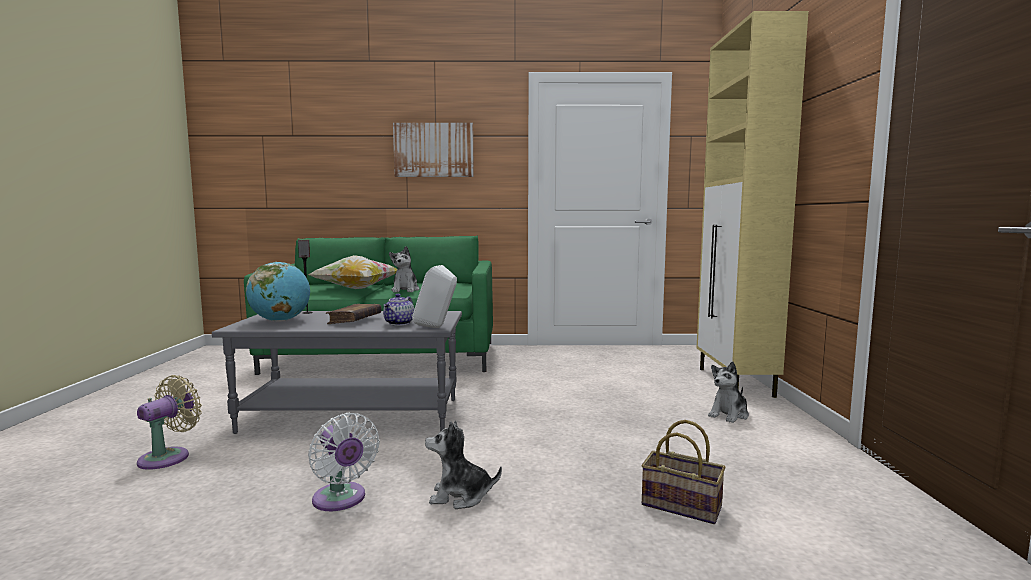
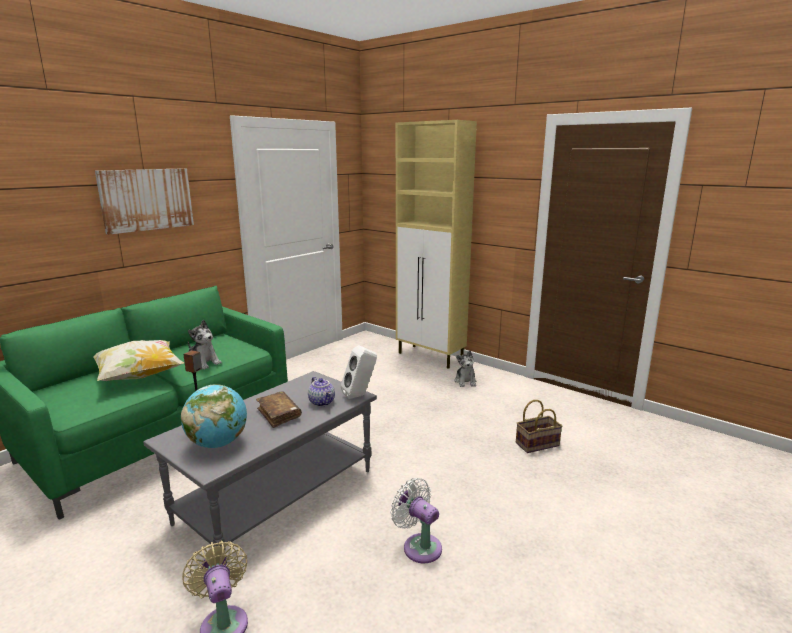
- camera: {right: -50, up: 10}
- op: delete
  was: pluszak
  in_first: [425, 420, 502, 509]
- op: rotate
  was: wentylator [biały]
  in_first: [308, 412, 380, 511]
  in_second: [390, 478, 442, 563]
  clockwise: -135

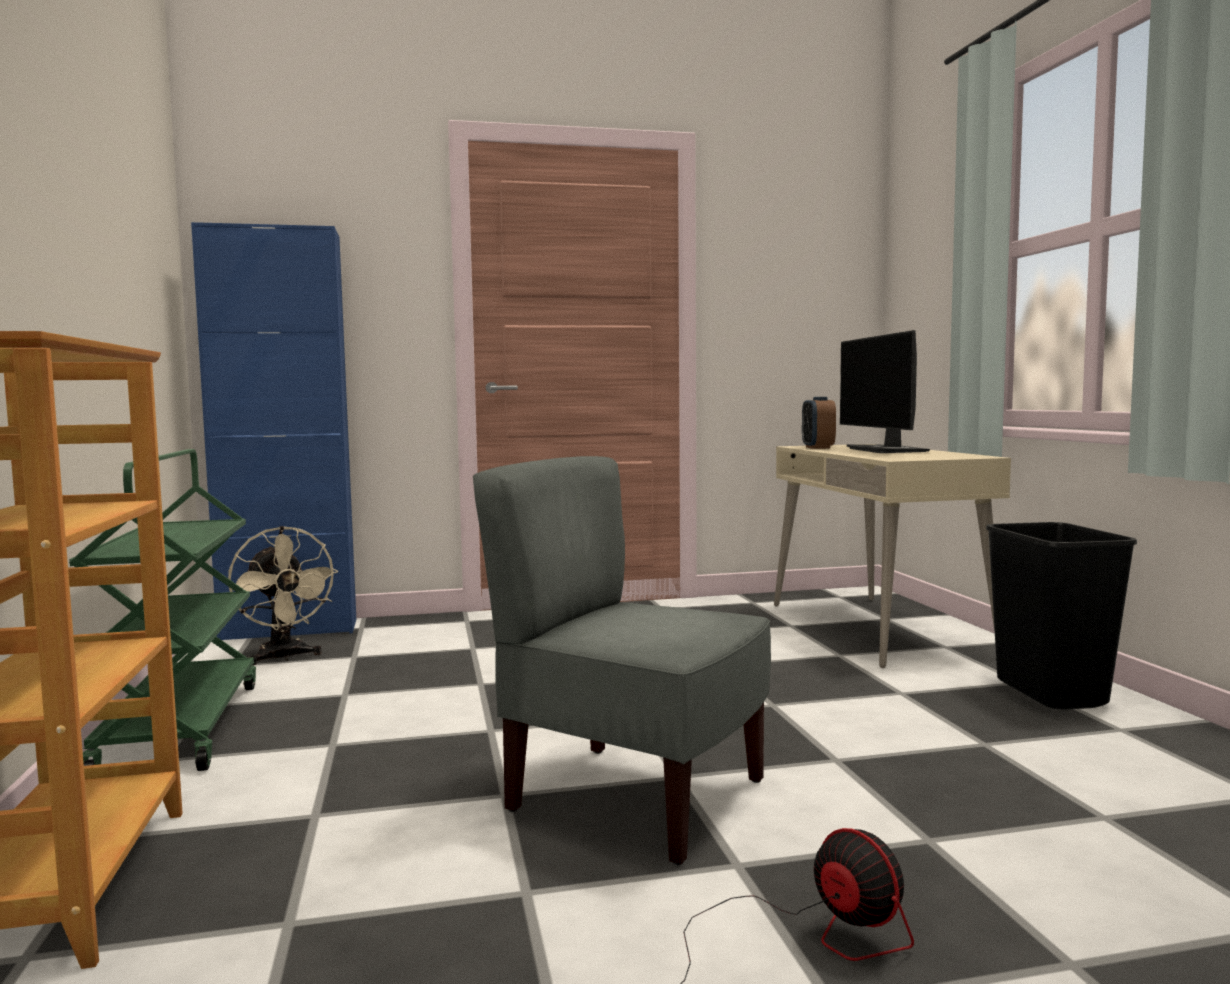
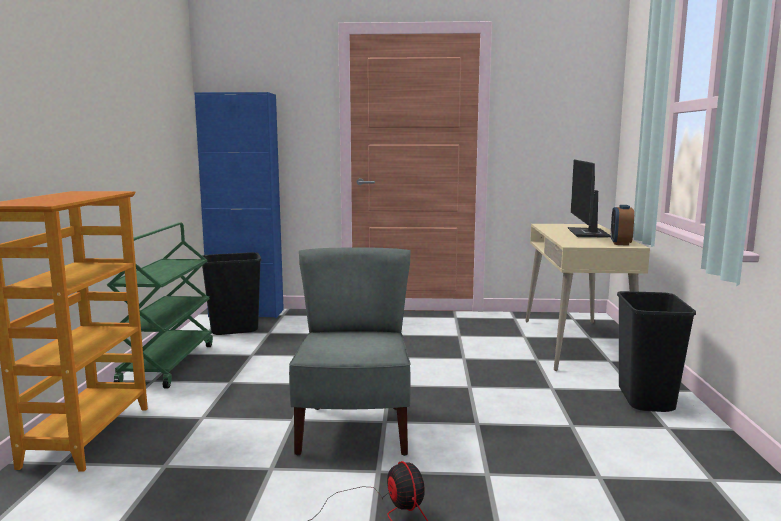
- camera: {right: 15, up: 5}
- op: move
  was: budzik
  in_first: [802, 397, 836, 449]
  in_second: [611, 205, 634, 245]
- op: replace
  was: wentylator [beżowy]
  now: kosz na śmieci [czarny]
  in_first: [228, 526, 338, 665]
  in_second: [202, 252, 261, 335]
- op: rotate
  was: krzesło [szary]
  in_first: [473, 456, 771, 865]
  in_second: [289, 248, 411, 456]
  clockwise: 45

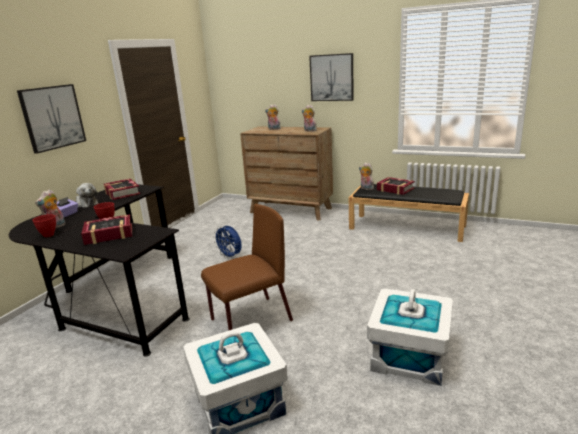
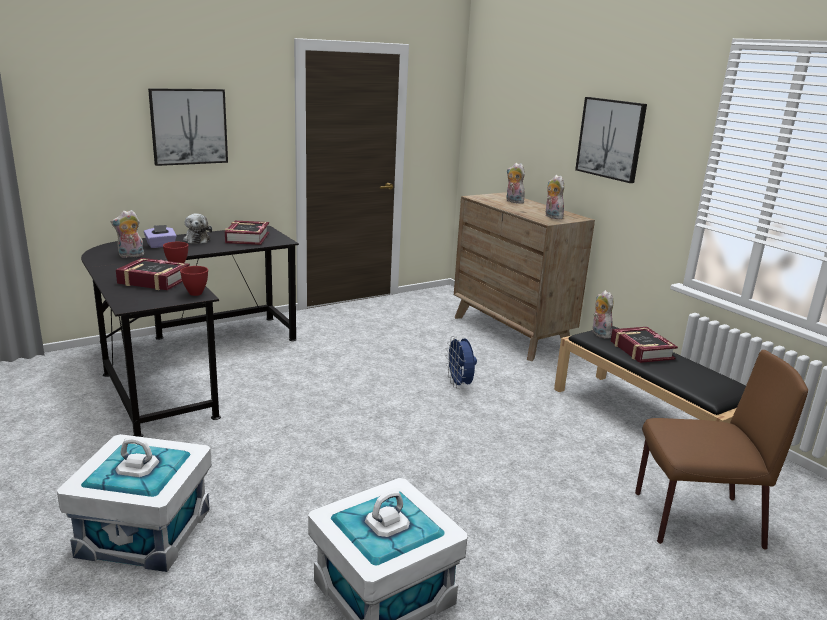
- camera: {right: 30, up: 0}
- op: move
  was: miska [czerwony]
  in_first: [32, 214, 56, 237]
  in_second: [180, 266, 208, 296]
- op: move
  was: krzesło [brązowy]
  in_first: [201, 204, 293, 330]
  in_second: [635, 350, 808, 550]
- op: move
  was: wentylator [niebieski]
  in_first: [213, 226, 242, 259]
  in_second: [445, 336, 477, 389]

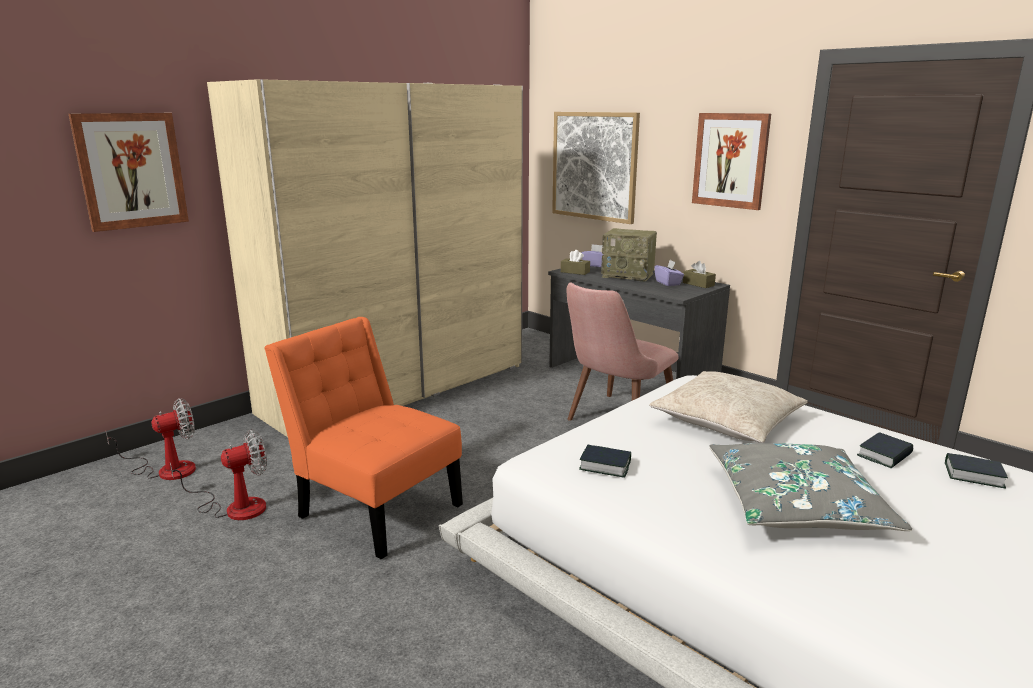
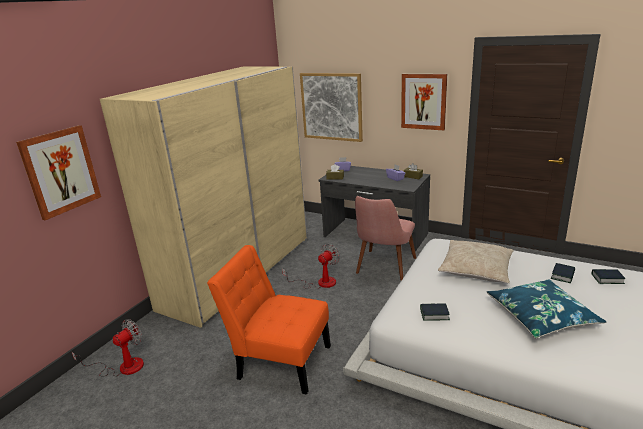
- camera: {right: -15, up: 5}
- op: delete
  was: radio
  in_first: [601, 228, 657, 282]
- op: move
  was: wentylator
  in_first: [170, 430, 267, 520]
  in_second: [282, 244, 340, 289]
- op: recolor
  was: poduszka [szary]
  now: poduszka [niebieski]
  in_first: [709, 443, 912, 531]
  in_second: [487, 279, 606, 338]

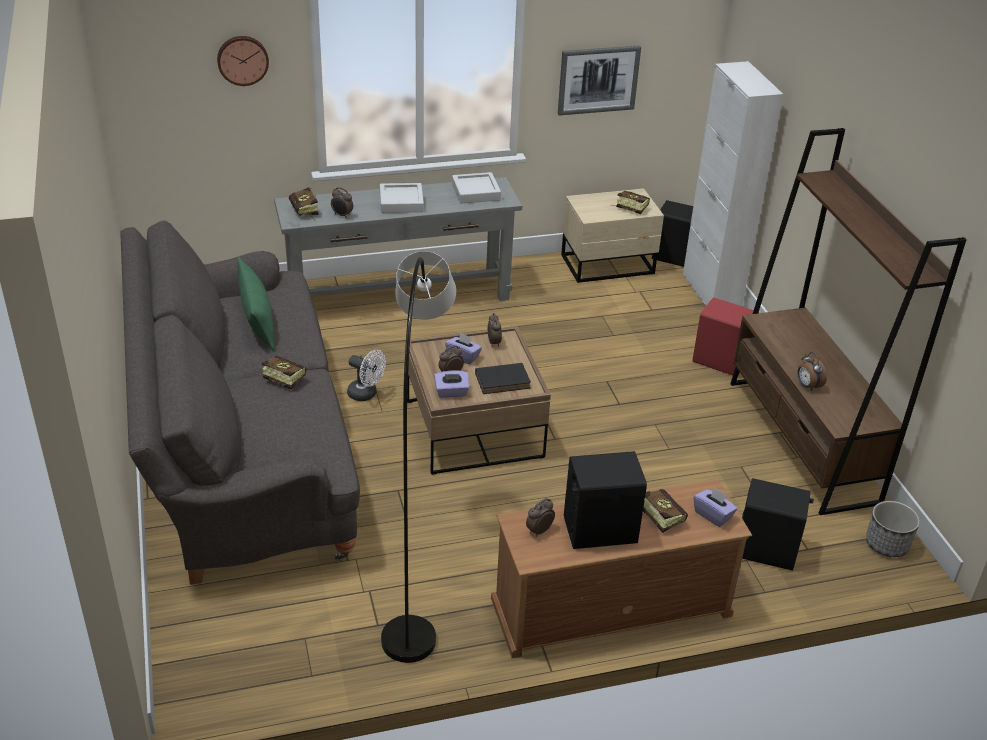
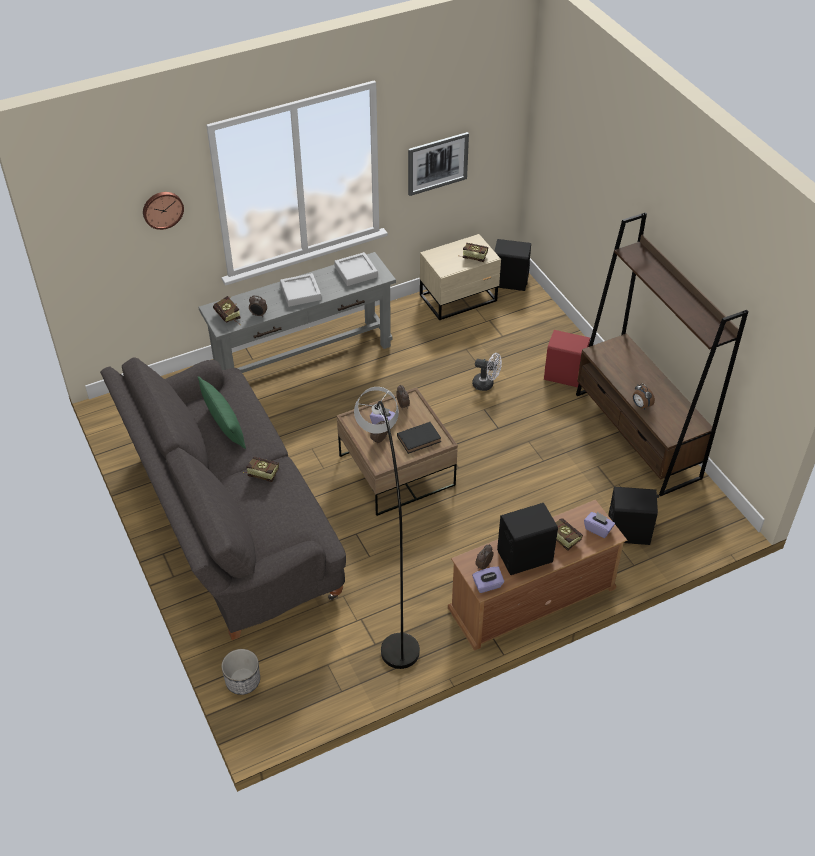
- camera: {right: -10, up: 10}
- op: delete
  was: szafka [biały]
  in_first: [683, 61, 783, 306]
- op: move
  was: wentylator [biały]
  in_first: [347, 350, 386, 401]
  in_second: [472, 353, 502, 391]
- op: move
  was: pudełko chusteczek [fioletowy]
  in_first: [434, 371, 470, 398]
  in_second: [472, 567, 504, 593]
- op: move
  was: donica
  in_first: [866, 501, 920, 557]
  in_second: [221, 649, 260, 695]

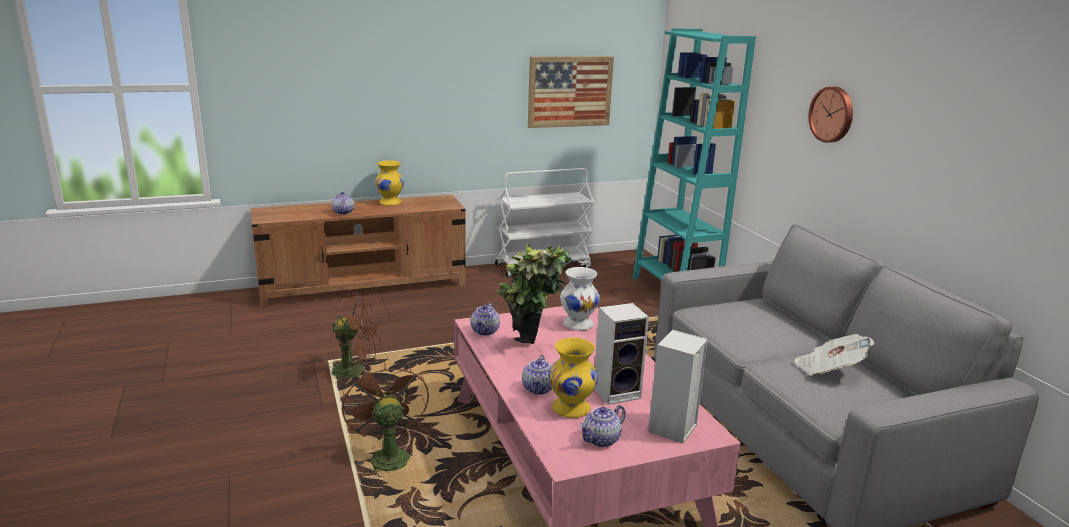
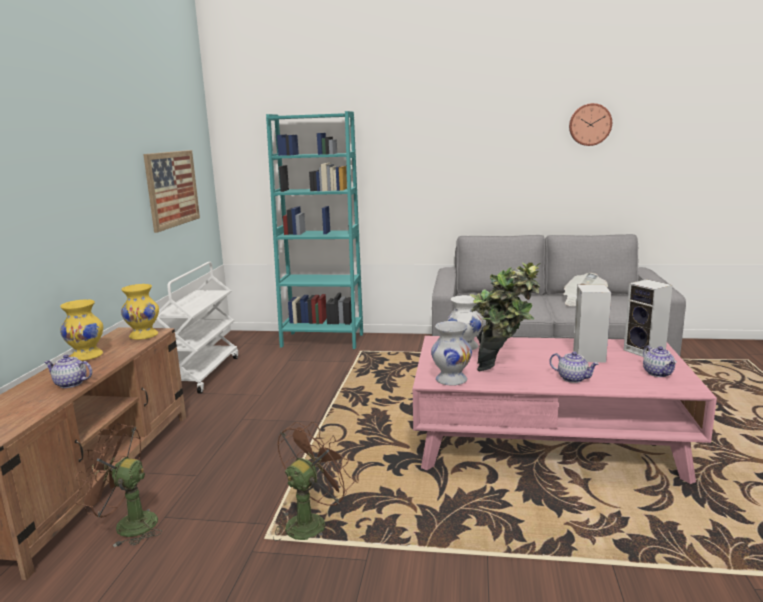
- camera: {right: -60, up: -5}
- op: move
  was: wentylator [brązowy]
  in_first: [342, 360, 429, 477]
  in_second: [75, 423, 162, 547]
- op: move
  was: wazon [żółty]
  in_first: [548, 338, 598, 418]
  in_second: [121, 284, 159, 340]
- op: move
  was: zegar ścienny
  in_first: [809, 87, 853, 143]
  in_second: [569, 103, 612, 146]
- op: replace
  was: imbryk
  now: wazon [biały]
  in_first: [470, 303, 500, 336]
  in_second: [431, 321, 472, 386]

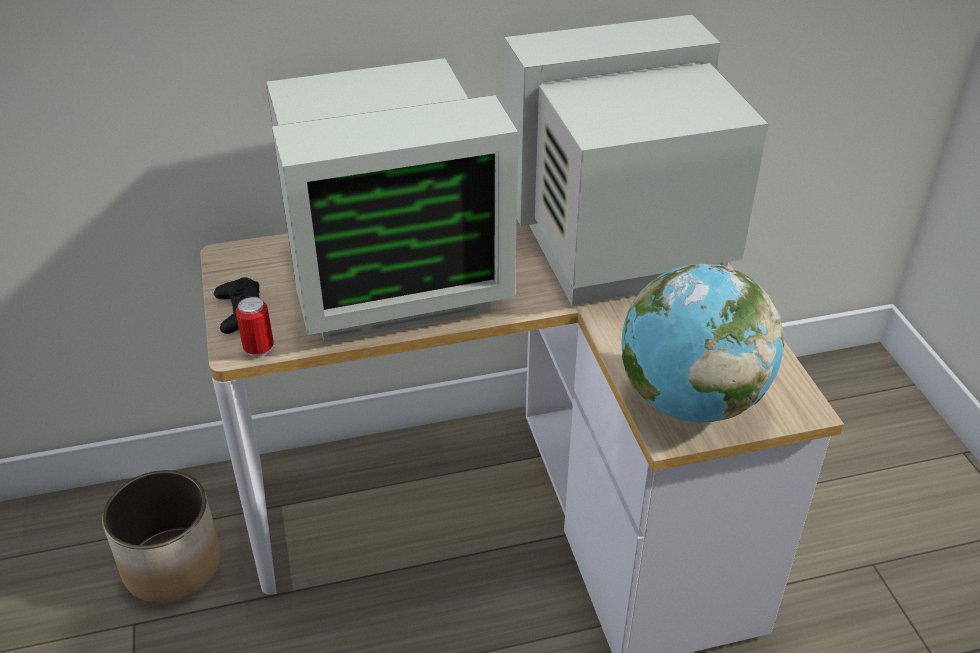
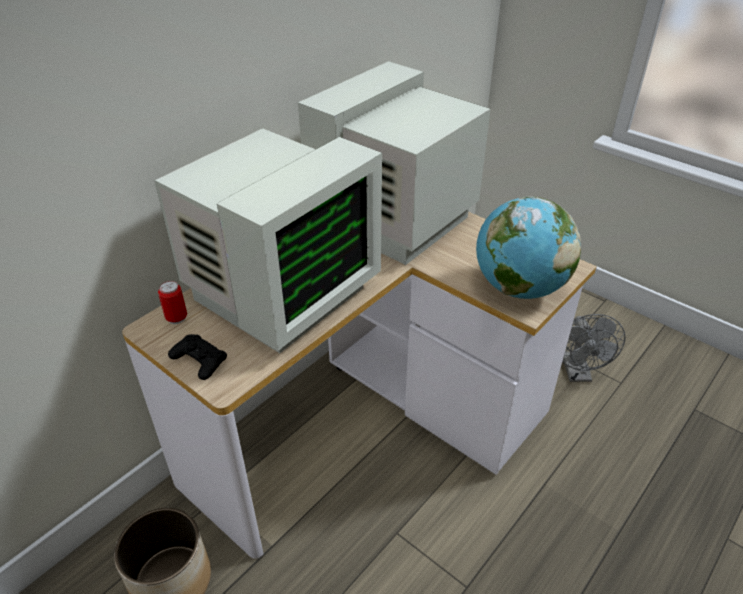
- camera: {right: -35, up: 0}
- op: insert
  now: wentylator [szary]
  in_second: [562, 314, 625, 382]
- op: move
  was: puszka
  in_first: [236, 296, 274, 357]
  in_second: [158, 281, 187, 324]

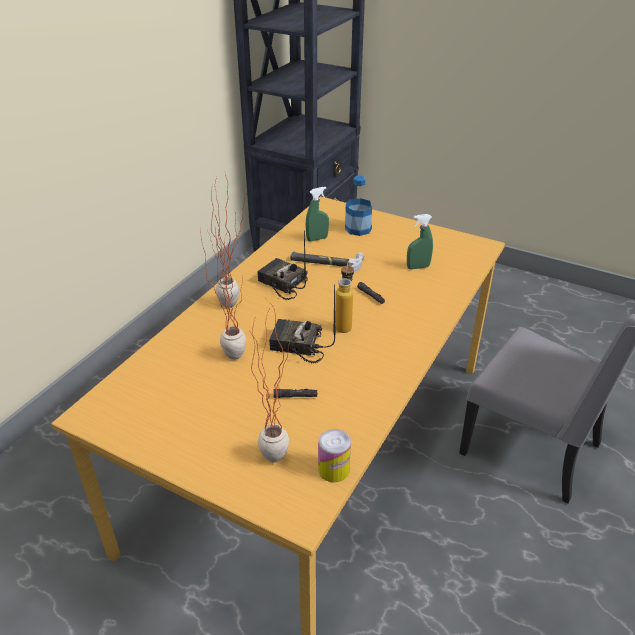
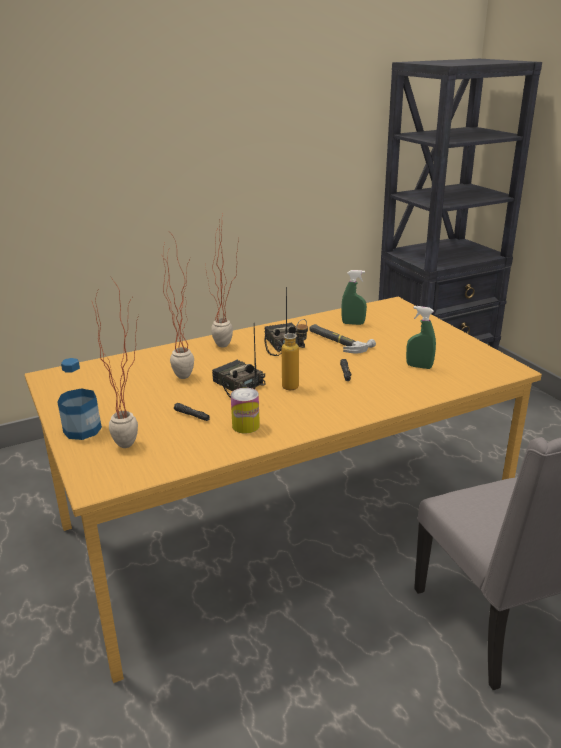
- camera: {right: 35, up: -10}
- op: move
  was: puszka
  in_first: [318, 429, 351, 482]
  in_second: [231, 388, 260, 433]
- op: move
  was: butelka
  in_first: [345, 175, 372, 236]
  in_second: [57, 358, 102, 440]

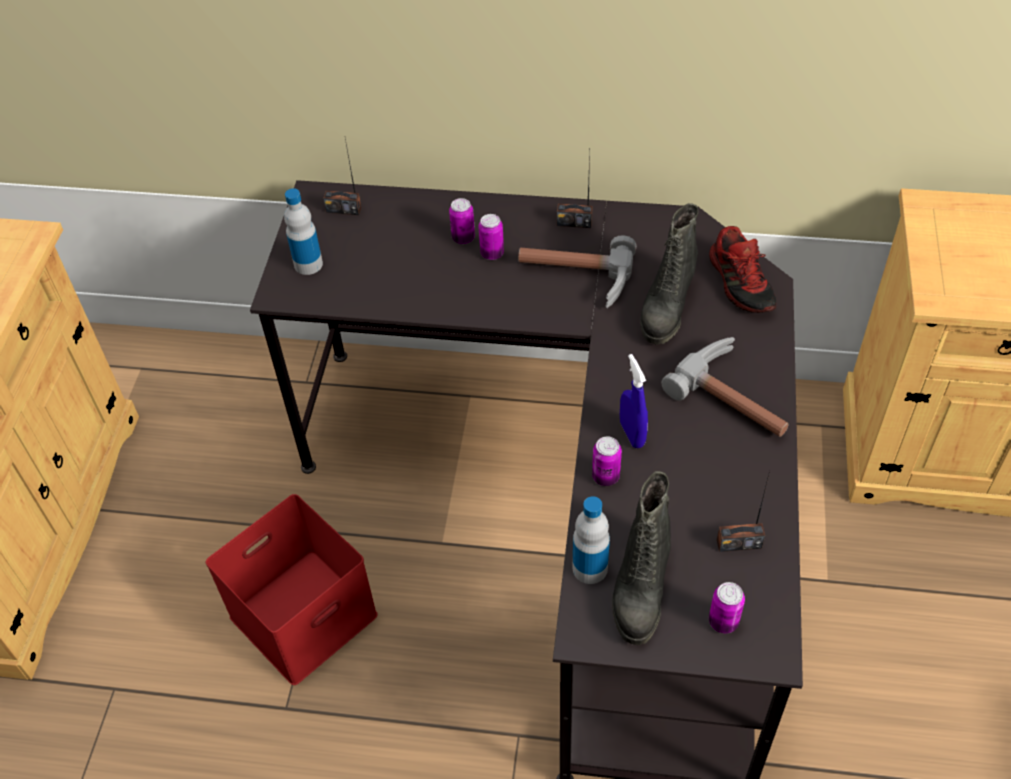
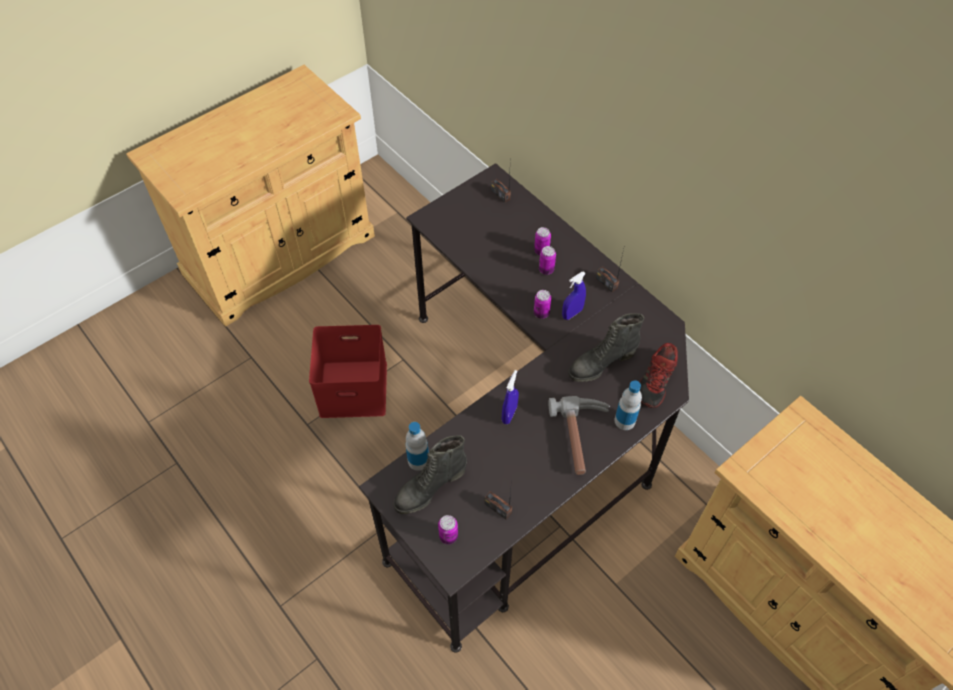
- camera: {right: 40, up: 5}
- op: move
  was: butelka
  in_first: [284, 188, 323, 275]
  in_second: [614, 380, 642, 430]
- op: move
  was: puszka
  in_first: [592, 436, 622, 486]
  in_second: [534, 290, 551, 319]
- op: replace
  was: młotek
  now: spryskiwacz [niebieski]
  in_first: [518, 236, 636, 308]
  in_second: [562, 271, 586, 320]

